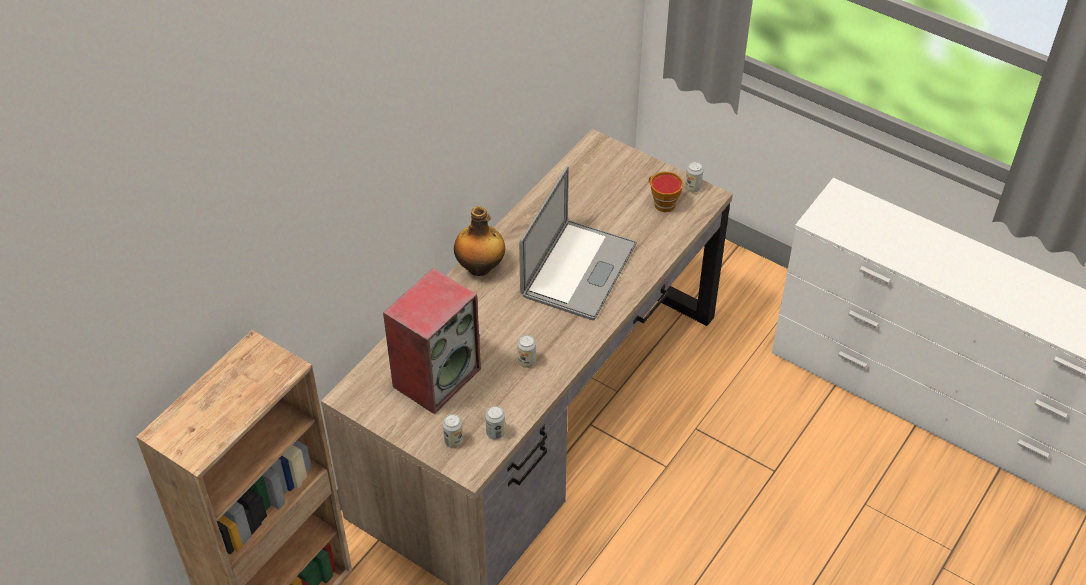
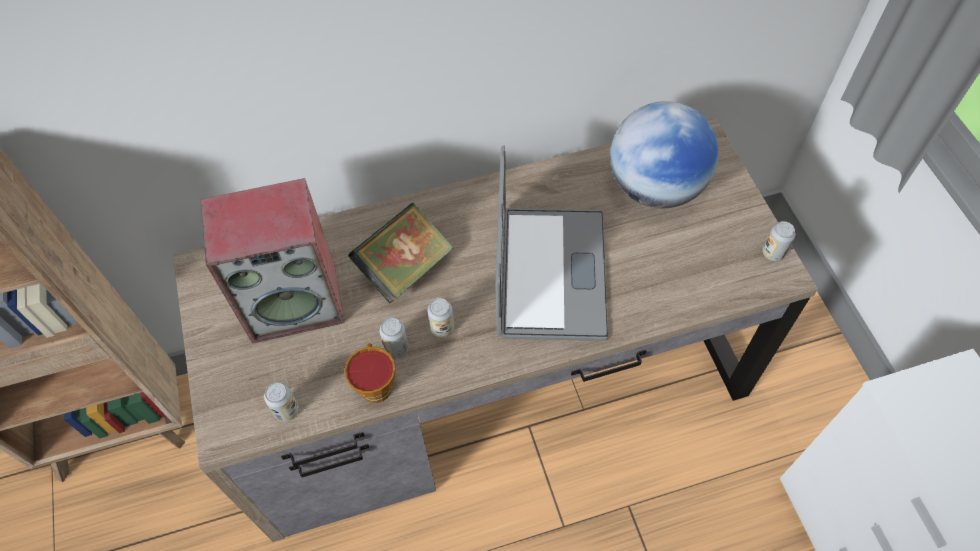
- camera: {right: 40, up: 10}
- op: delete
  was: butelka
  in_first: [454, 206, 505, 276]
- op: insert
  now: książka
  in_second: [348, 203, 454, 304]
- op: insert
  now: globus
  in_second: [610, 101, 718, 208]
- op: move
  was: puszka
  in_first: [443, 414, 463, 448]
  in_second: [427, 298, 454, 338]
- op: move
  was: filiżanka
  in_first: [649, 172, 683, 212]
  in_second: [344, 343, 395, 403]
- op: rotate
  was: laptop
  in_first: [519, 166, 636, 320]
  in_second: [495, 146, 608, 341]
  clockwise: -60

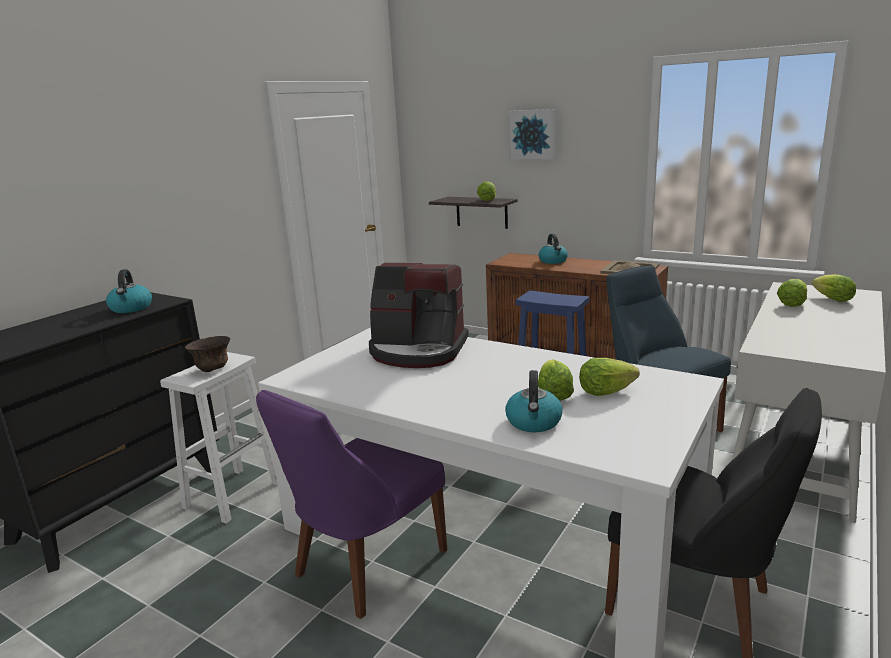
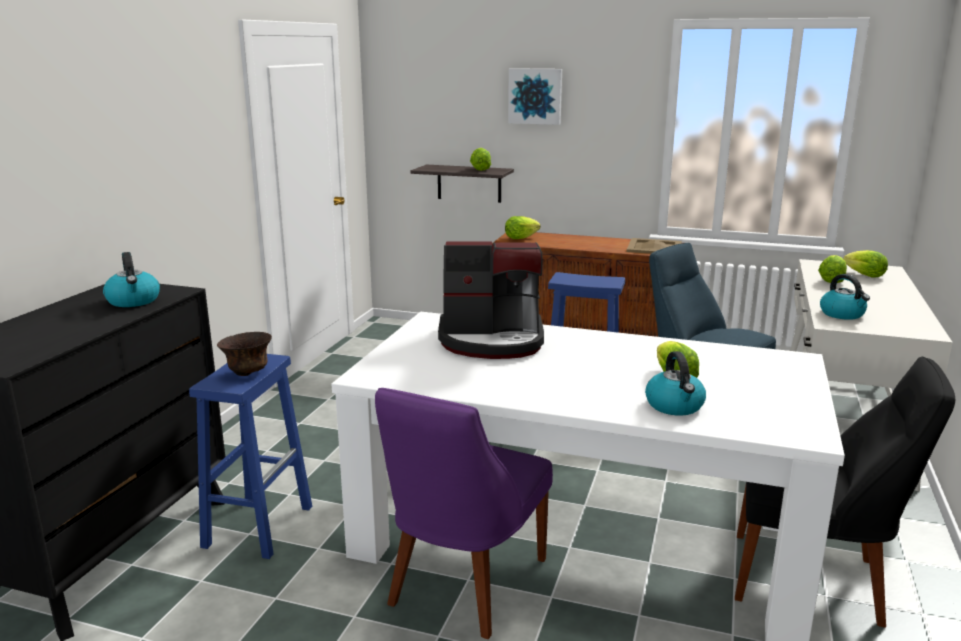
- camera: {right: -15, up: 0}
- op: move
  was: czajnik
  in_first: [538, 234, 568, 264]
  in_second: [820, 274, 870, 320]
- op: move
  was: sałata
  in_first: [579, 358, 640, 396]
  in_second: [505, 216, 541, 239]
- op: recolor
  was: stołek [biały]
  now: stołek [niebieski]
  in_first: [160, 352, 277, 524]
  in_second: [189, 354, 312, 559]

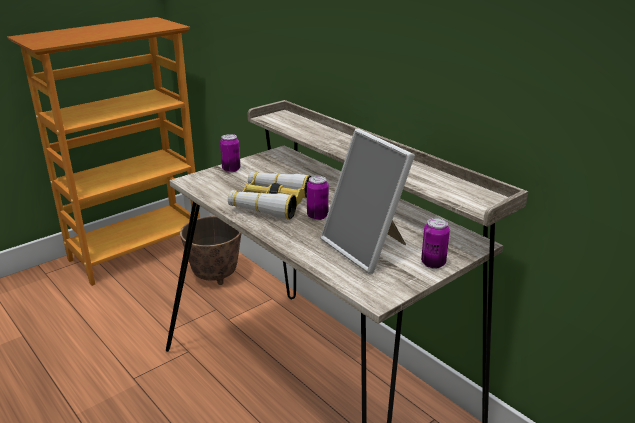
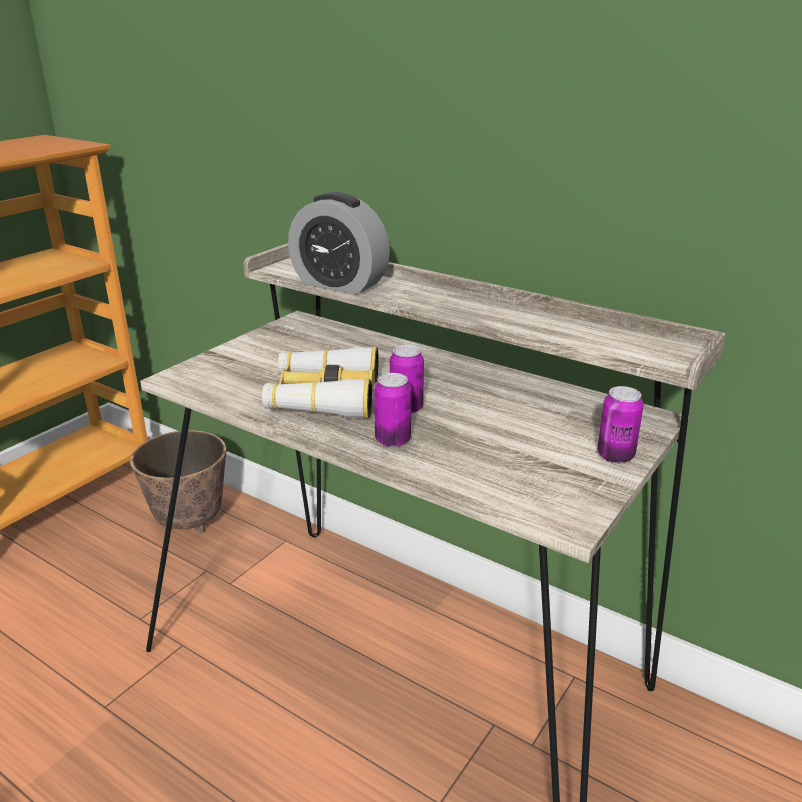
- camera: {right: -15, up: 0}
- op: delete
  was: ramka na zdjęcie
  in_first: [320, 129, 415, 274]
- op: insert
  now: budzik
  in_second: [288, 192, 390, 295]
- op: move
  was: puszka
  in_first: [220, 134, 240, 173]
  in_second: [374, 373, 411, 447]

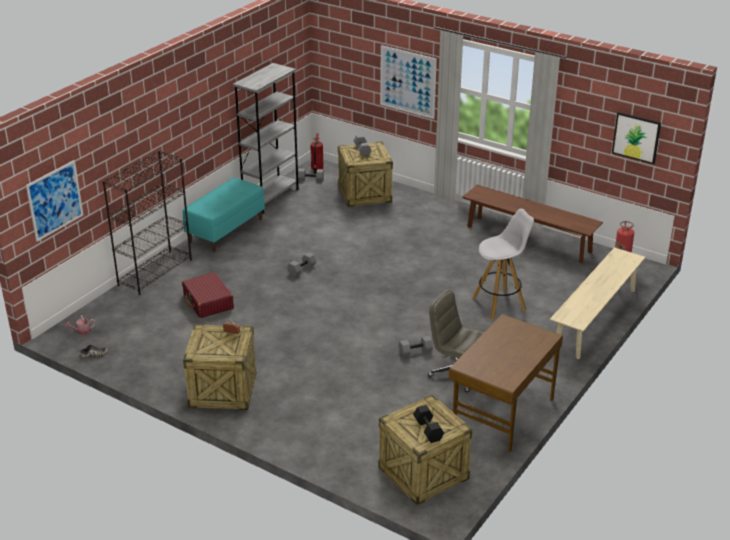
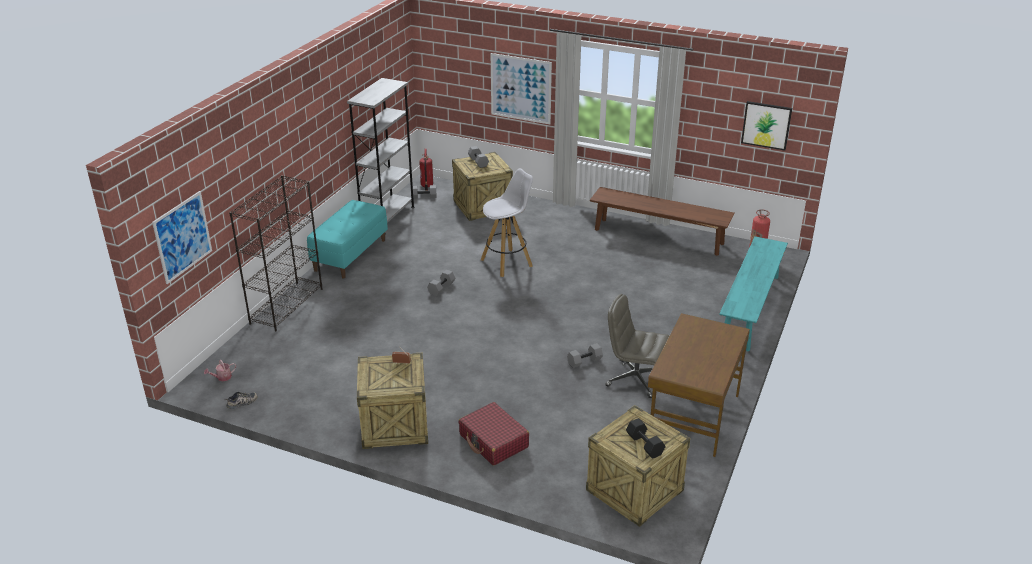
- camera: {right: -10, up: 0}
- op: move
  was: walizka [czerwony]
  in_first: [182, 272, 234, 318]
  in_second: [459, 402, 529, 466]
- op: move
  was: stołek [biały]
  in_first: [472, 209, 534, 320]
  in_second: [481, 169, 533, 277]
- op: recolor
  was: ławka [beżowy]
  now: ławka [turkusowy]
  in_first: [550, 247, 646, 359]
  in_second: [719, 236, 788, 352]

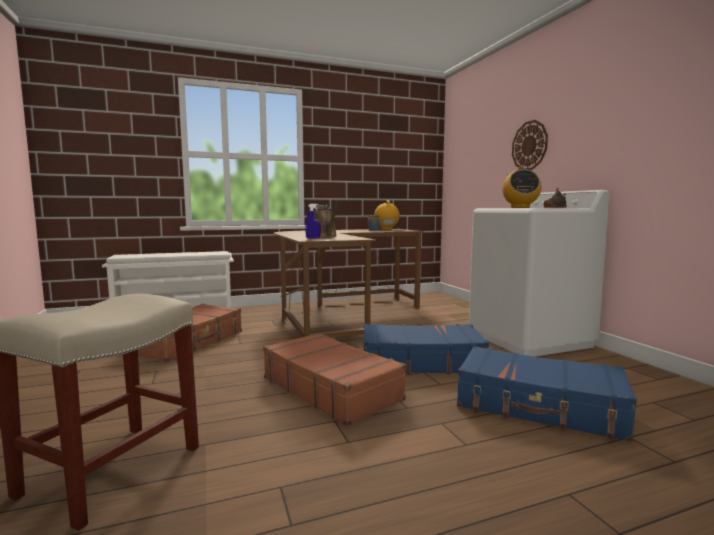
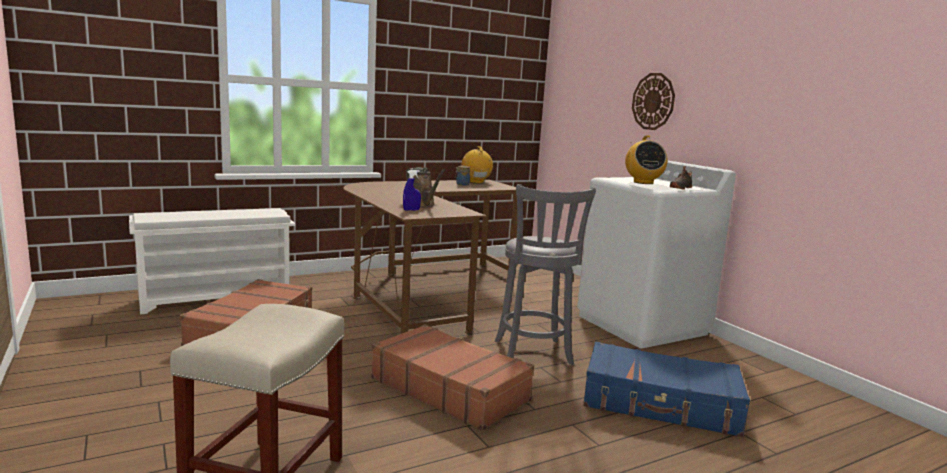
- camera: {right: -10, up: 5}
- op: replace
  was: walizka [niebieski]
  now: stołek [szary]
  in_first: [364, 324, 489, 374]
  in_second: [495, 184, 596, 365]

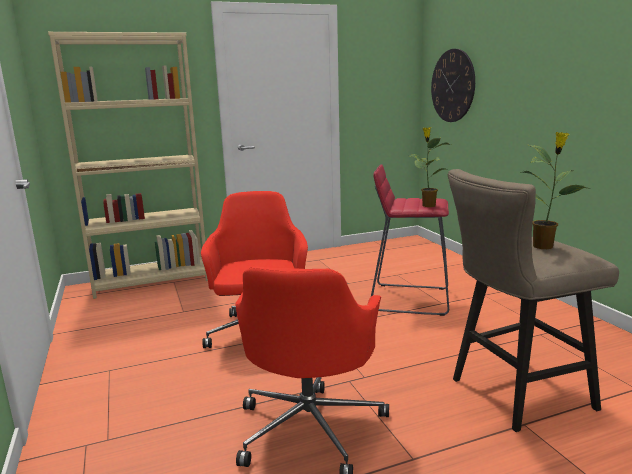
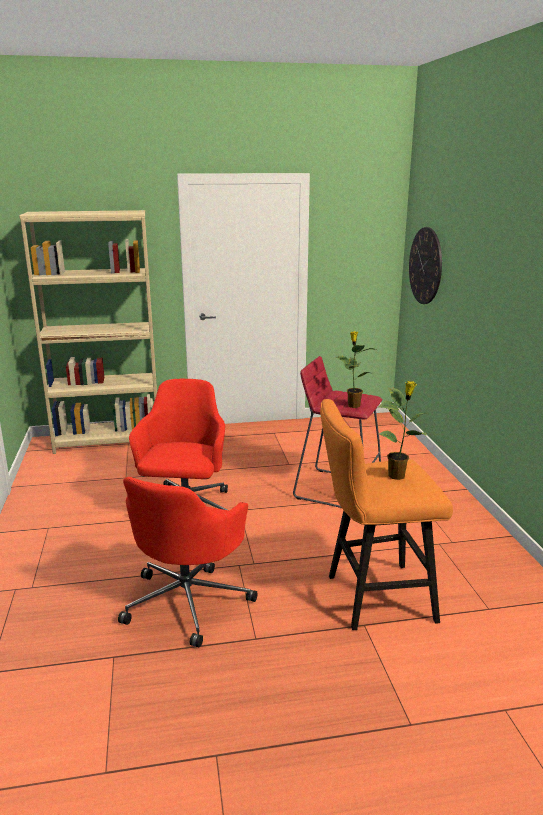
- camera: {right: 10, up: 5}
- op: recolor
  was: stołek [beżowy]
  now: stołek [pomarańczowy]
  in_first: [448, 169, 619, 432]
  in_second: [320, 399, 453, 630]

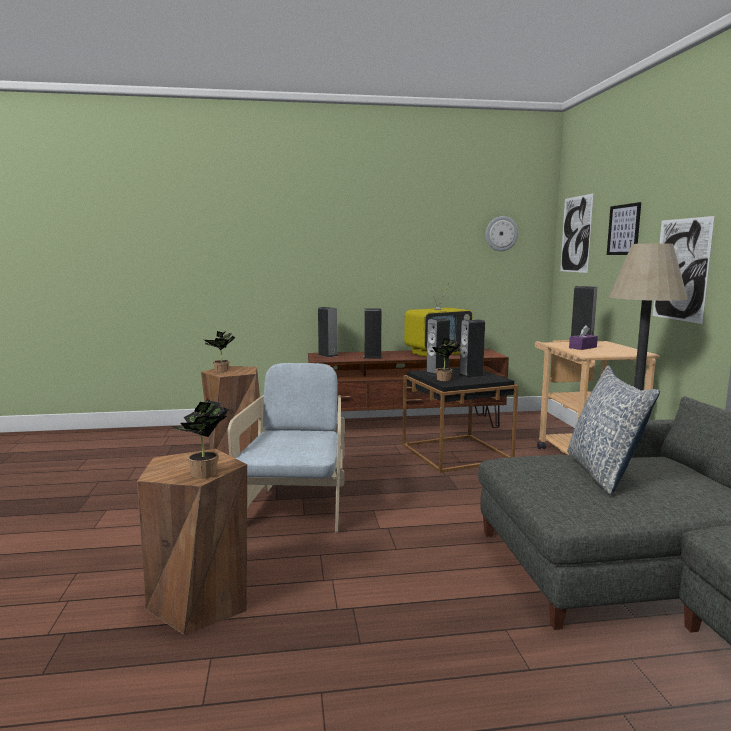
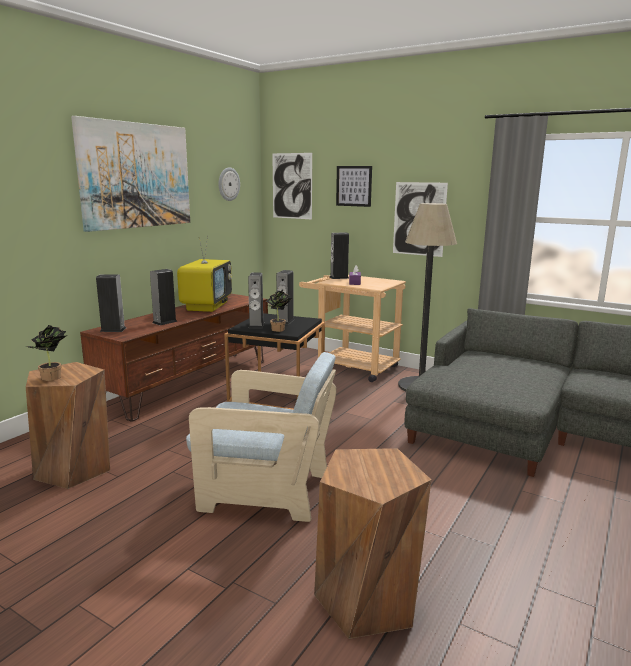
- camera: {right: -50, up: 5}
- op: delete
  was: roślina doniczkowa
  in_first: [171, 399, 229, 479]
- op: delete
  was: poduszka
  in_first: [567, 366, 660, 495]
- op: insert
  now: obraz
  in_second: [71, 116, 190, 232]
- op: rotate
  was: fotel [beżowy]
  in_first: [228, 363, 345, 533]
  in_second: [186, 352, 336, 522]
  clockwise: 150

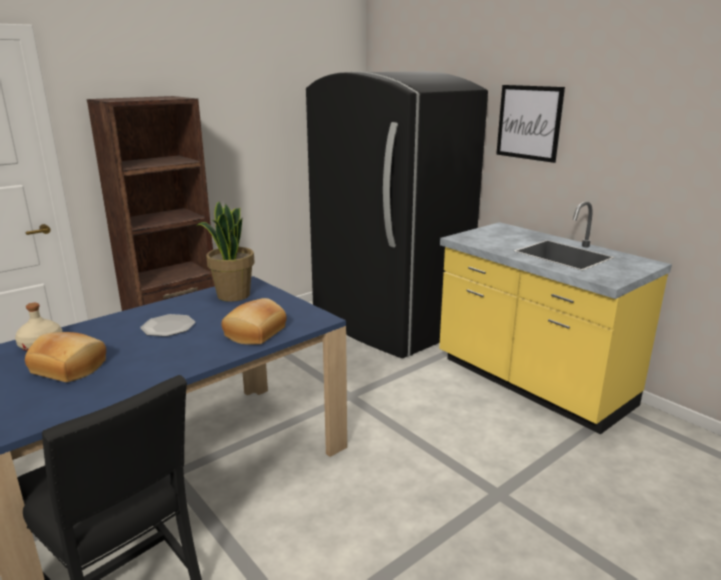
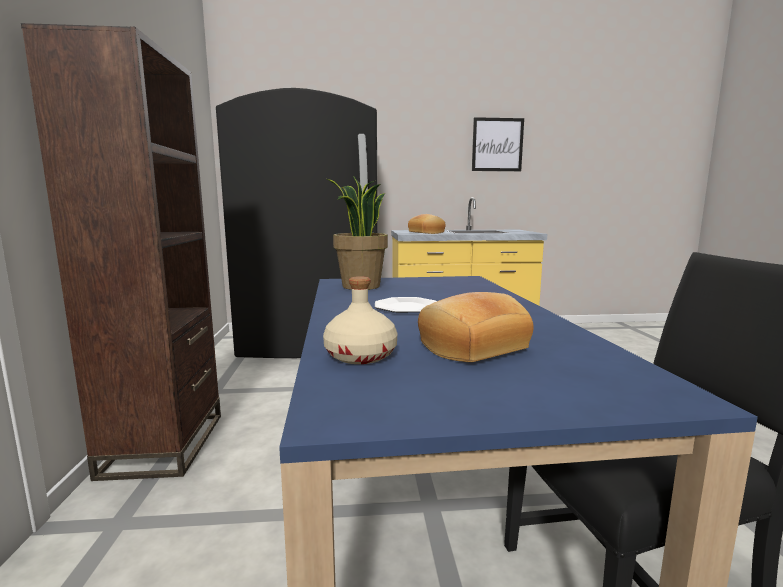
- camera: {right: -55, up: -10}
- op: move
  was: chleb
  in_first: [222, 298, 287, 345]
  in_second: [408, 214, 446, 234]
- op: move
  was: obraz
  in_first: [496, 85, 565, 163]
  in_second: [472, 117, 524, 171]

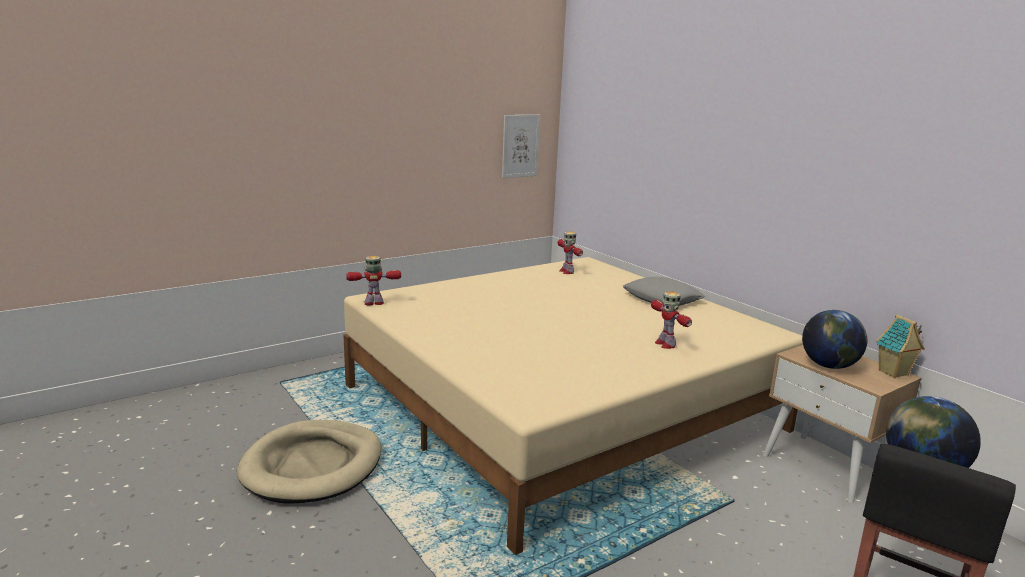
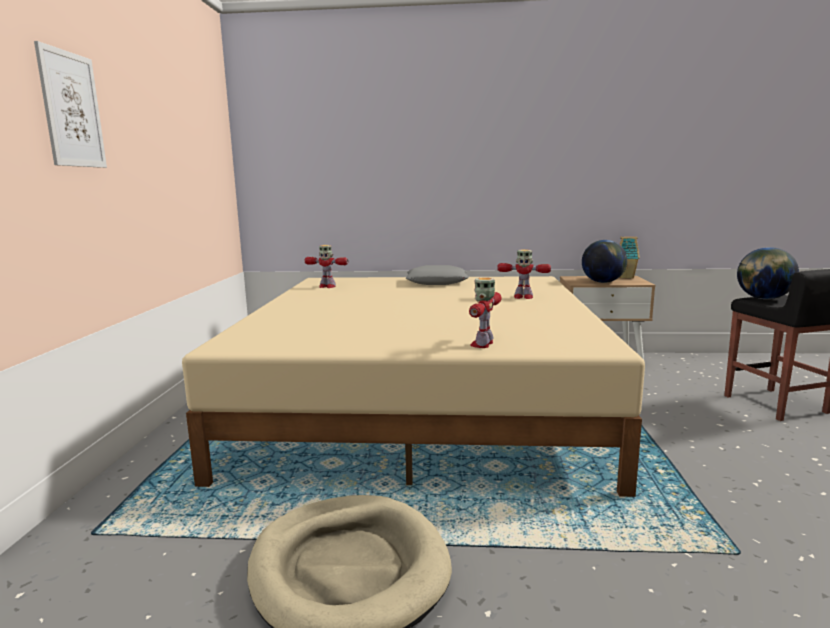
- camera: {right: -50, up: -5}
- op: move
  was: robot zabawkowy
  in_first: [346, 256, 401, 305]
  in_second: [469, 277, 502, 348]
- op: move
  was: obraz
  in_first: [502, 115, 540, 178]
  in_second: [34, 41, 107, 168]

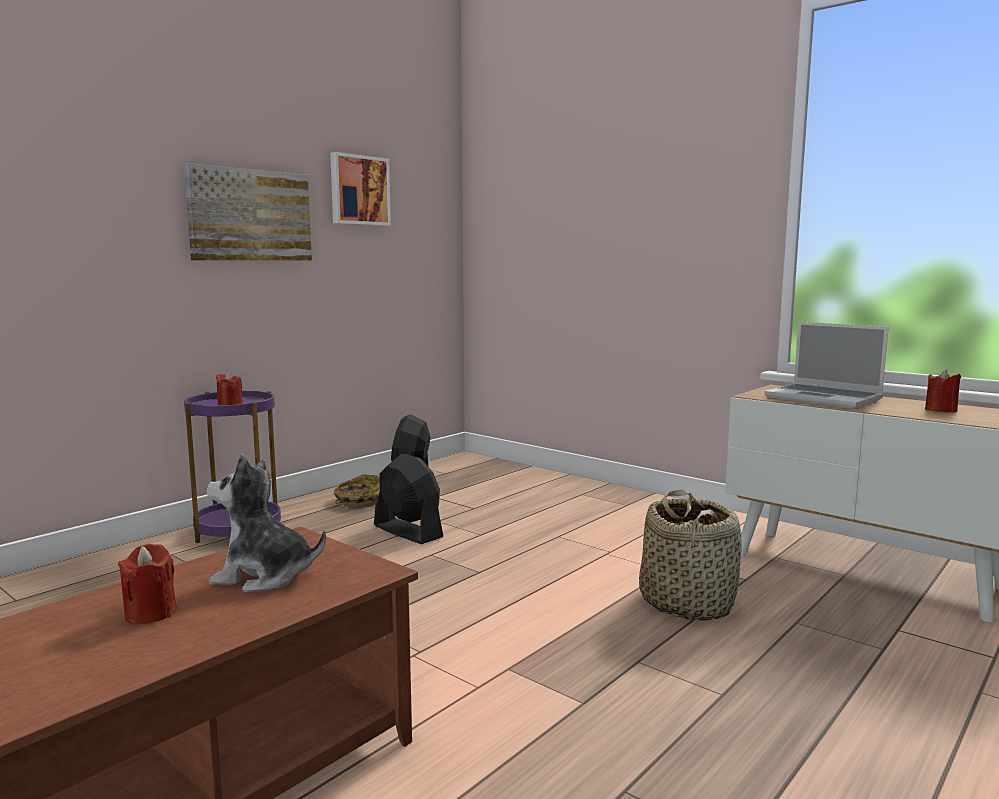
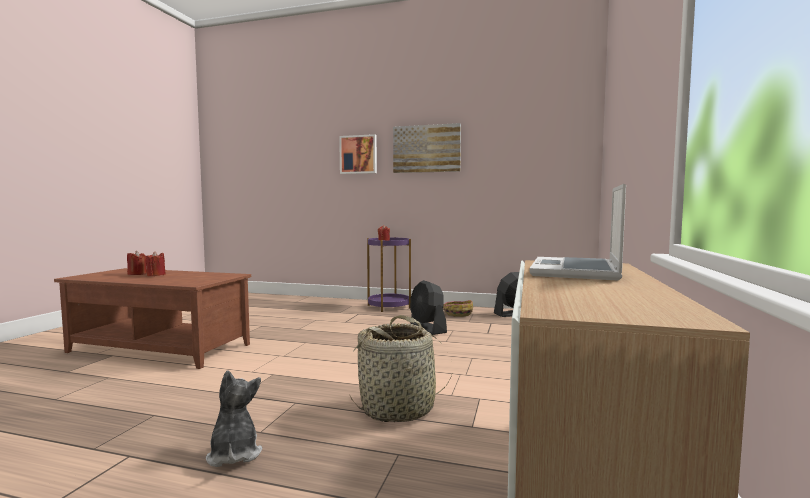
- camera: {right: 65, up: -5}
- op: move
  was: pluszak
  in_first: [207, 455, 326, 592]
  in_second: [206, 370, 262, 467]
- op: move
  was: obraz
  in_first: [330, 152, 391, 226]
  in_second: [339, 134, 377, 174]
- op: move
  was: świeca [czerwony]
  in_first: [925, 369, 961, 413]
  in_second: [127, 251, 147, 275]
- op: rotate
  was: wentylator [czarny]
  in_first: [374, 454, 443, 544]
  in_second: [410, 280, 447, 335]
  clockwise: 135

